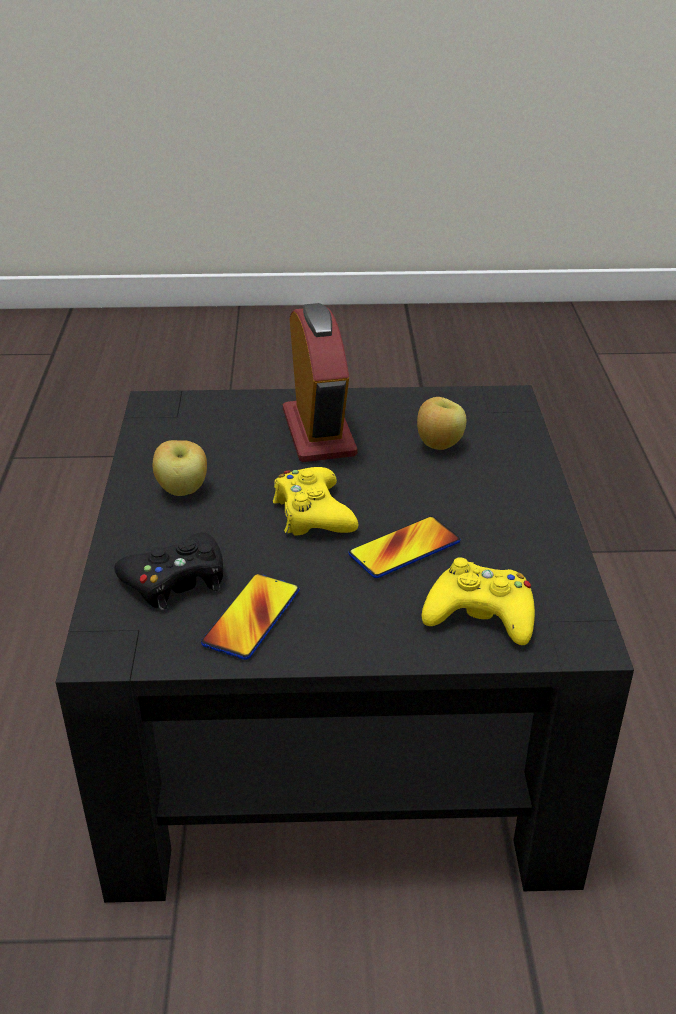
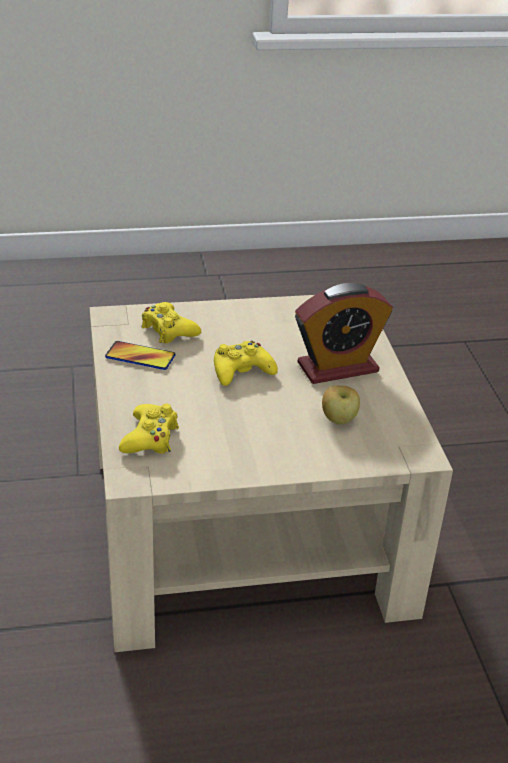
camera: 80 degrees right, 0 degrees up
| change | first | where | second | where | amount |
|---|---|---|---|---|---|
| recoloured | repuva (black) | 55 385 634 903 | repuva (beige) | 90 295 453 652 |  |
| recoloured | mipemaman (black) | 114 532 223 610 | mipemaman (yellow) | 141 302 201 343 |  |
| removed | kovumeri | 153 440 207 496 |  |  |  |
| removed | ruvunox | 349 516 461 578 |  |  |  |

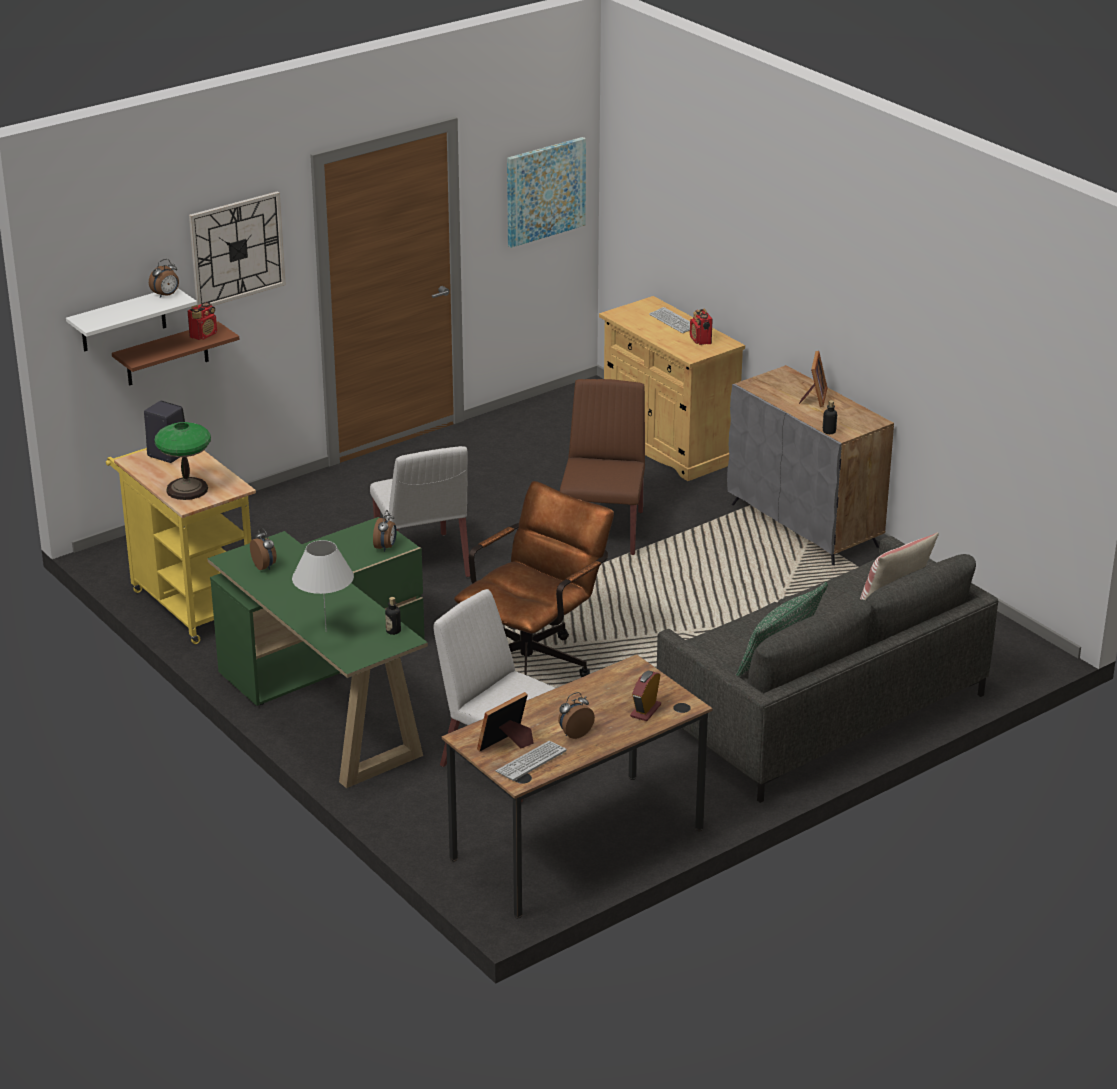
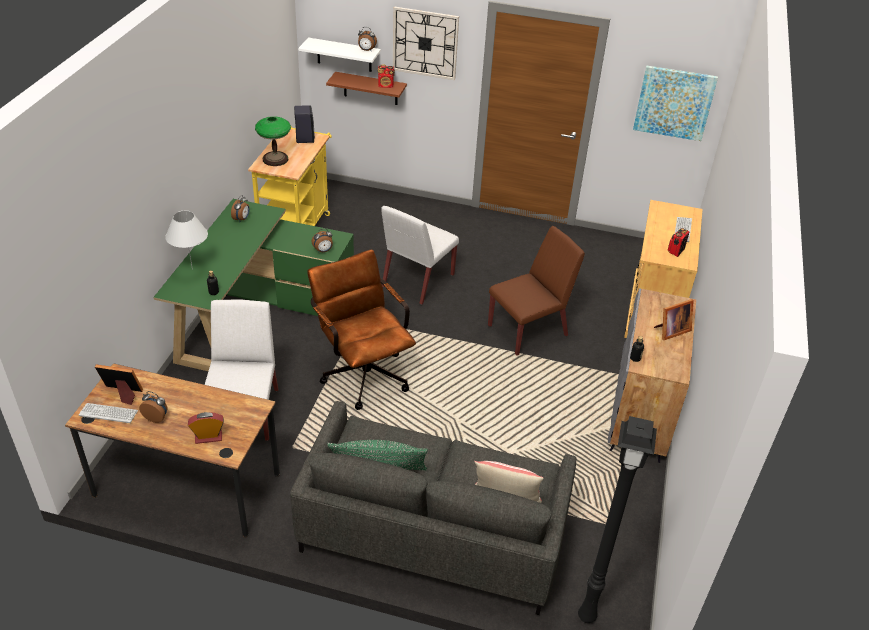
camera: 50 degrees right, 10 degrees up
| change | first | where | second | where | amount |
|---|---|---|---|---|---|
| turned | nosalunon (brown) | 454 481 614 677 |  | 307 250 416 410 | 120 degrees counterclockwise |
| added |  |  | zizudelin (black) | 578 416 657 623 |  |

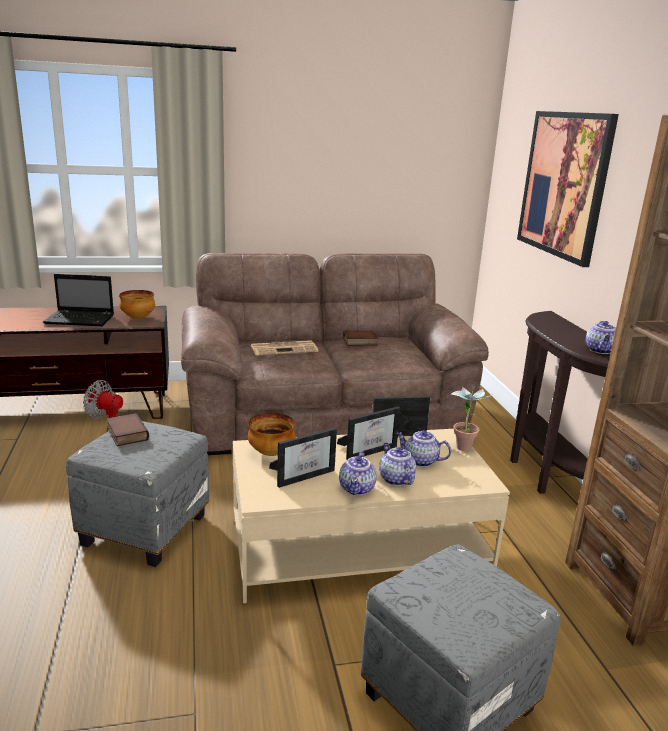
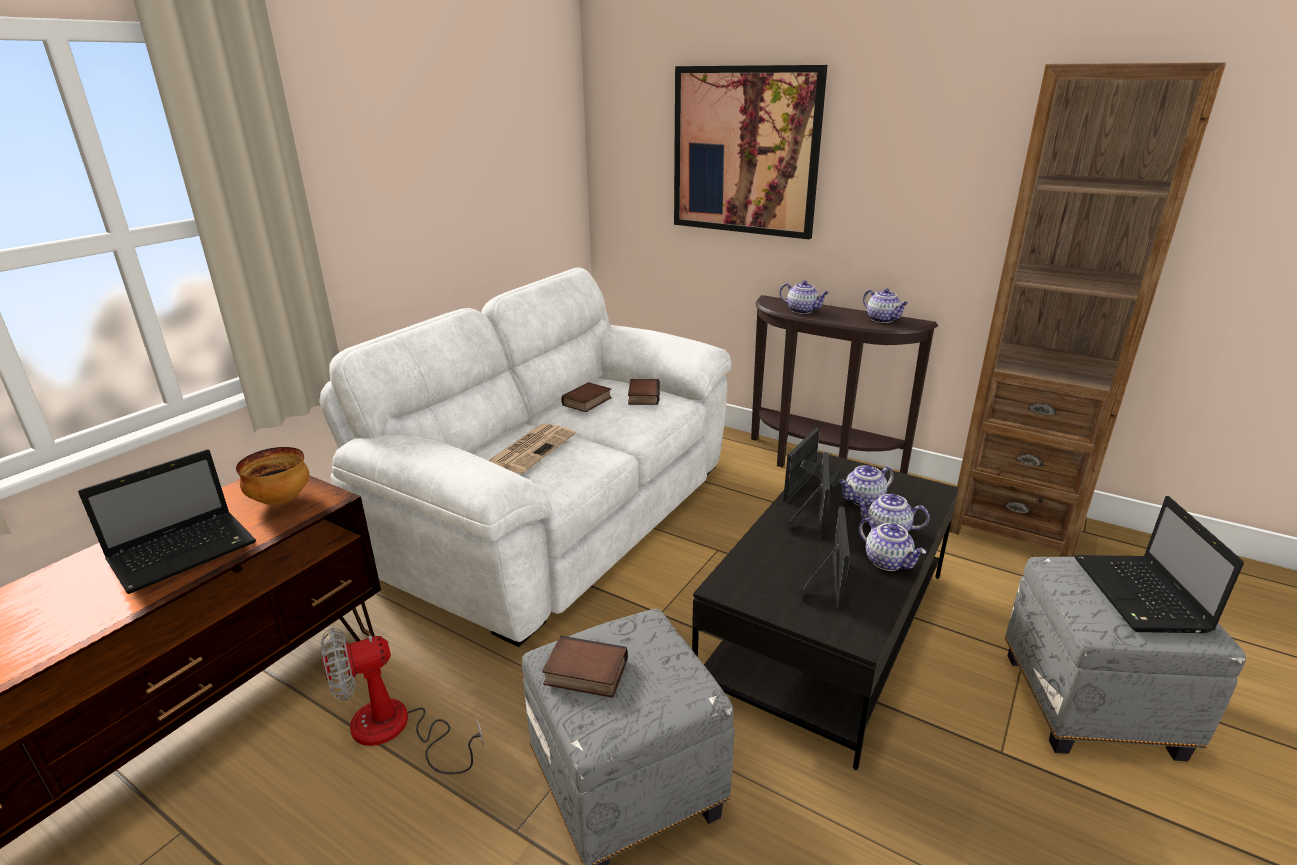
camera: 45 degrees left, 5 degrees up
| change | first | where | second | where | amount |
|---|---|---|---|---|---|
| recoloured | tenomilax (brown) | 181 253 489 455 | tenomilax (white) | 319 268 732 647 |  |
| added |  |  | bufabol | 628 379 660 405 |  |
| recoloured | repuva (beige) | 233 429 510 604 | repuva (black) | 692 452 959 770 |  |
| added |  |  | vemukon | 780 281 829 314 |  |
| added |  |  | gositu | 1074 496 1244 633 |  |
| removed | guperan | 248 413 295 456 |  |  |  |
| removed | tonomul | 450 387 492 451 |  |  |  |

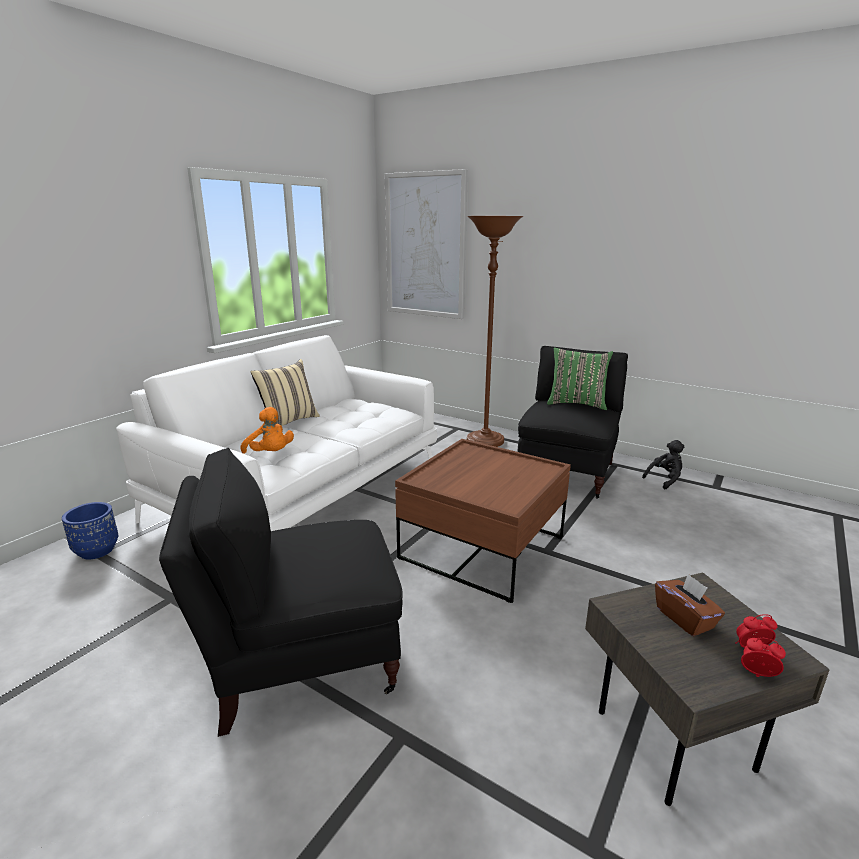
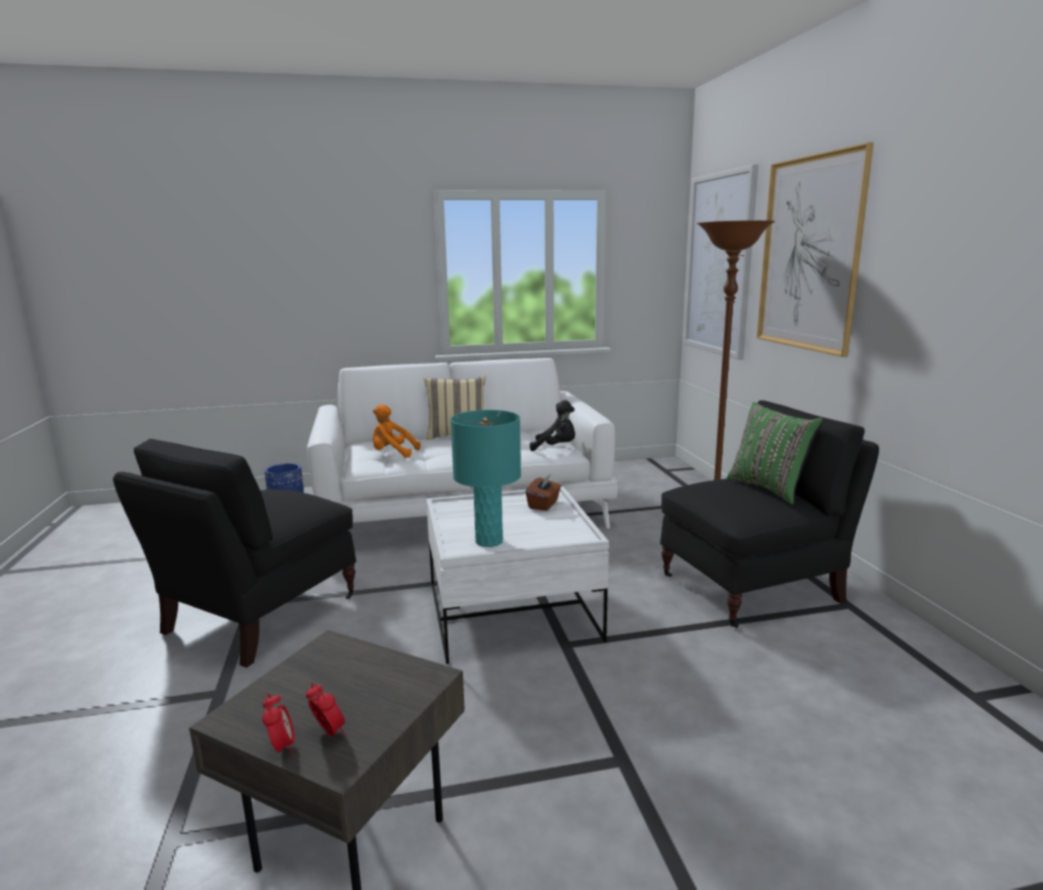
camera: 45 degrees right, 5 degrees down
| change | first | where | second | where | amount |
|---|---|---|---|---|---|
| turned | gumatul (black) | 159 448 403 737 |  | 113 439 356 668 | 90 degrees counterclockwise |
| turned | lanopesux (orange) | 240 407 294 454 |  | 373 404 421 458 | 105 degrees clockwise |
| recoloured | repuva (brown) | 395 439 571 603 | repuva (white) | 426 486 609 664 |  |
| added |  |  | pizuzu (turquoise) | 451 410 521 547 |  |
| moved | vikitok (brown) | 655 574 725 636 |  | 526 474 561 511 |  |
| moved | lanopesux (black) | 642 440 684 489 |  | 530 400 575 451 |  |
| added |  |  | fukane | 757 142 874 357 |  |

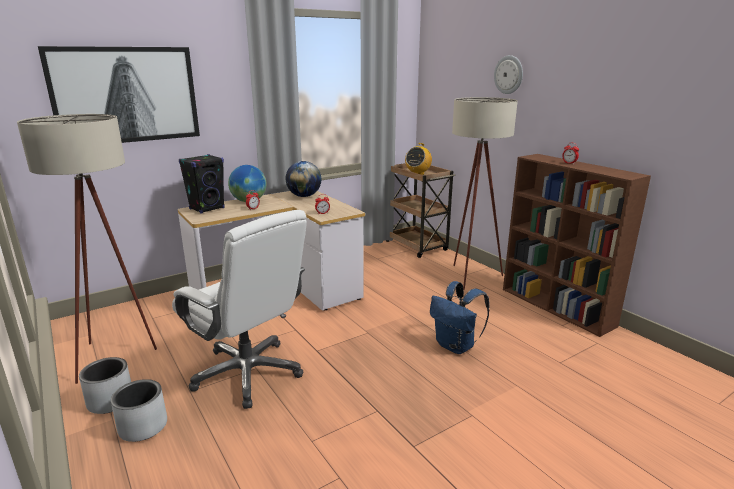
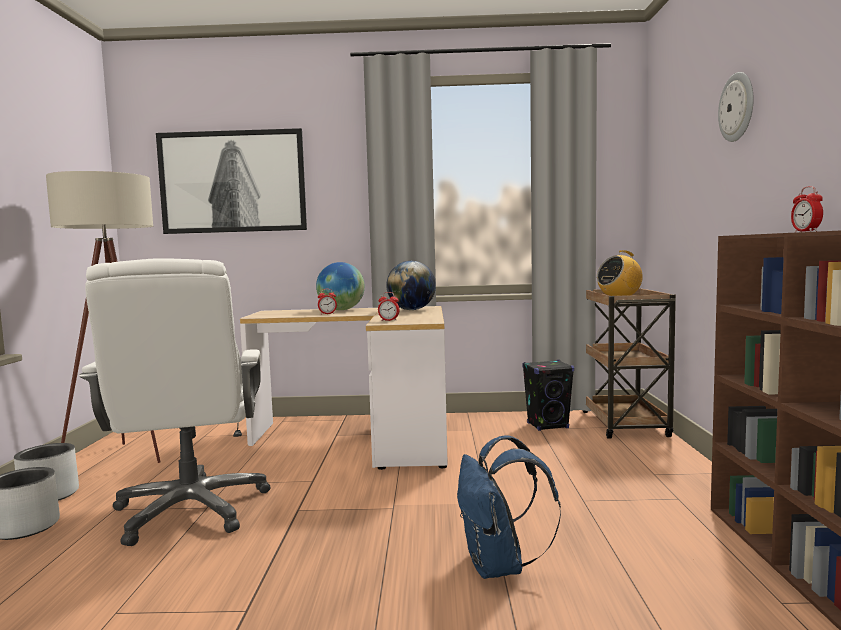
camera: 35 degrees right, 15 degrees down
| change | first | where | second | where | amount |
|---|---|---|---|---|---|
| moved | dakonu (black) | 179 154 225 214 |  | 522 360 574 431 |  |
| removed | zizudelin (beige) | 452 97 518 290 |  |  |  |

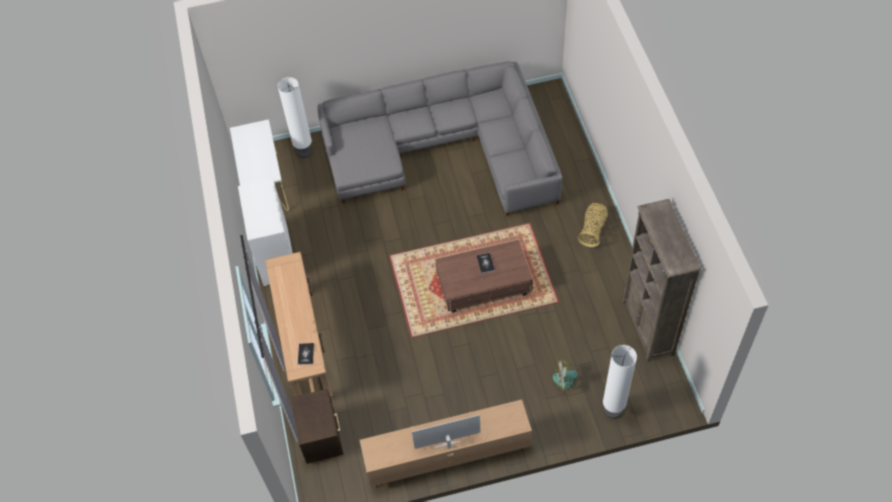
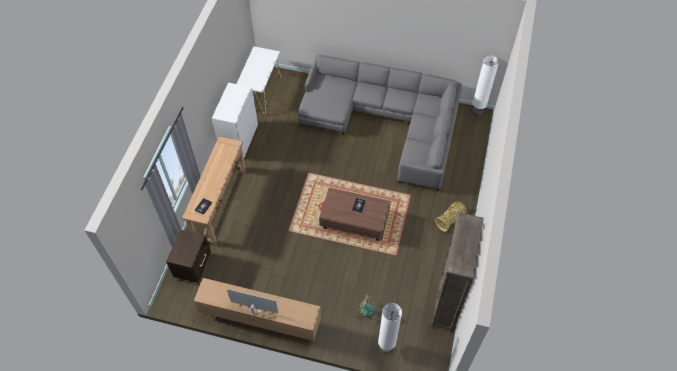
camera: 25 degrees right, 0 degrees up
| change | first | where | second | where | amount |
|---|---|---|---|---|---|
| moved | zizudelin (white) | 278 77 312 158 |  | 472 55 499 116 |  |

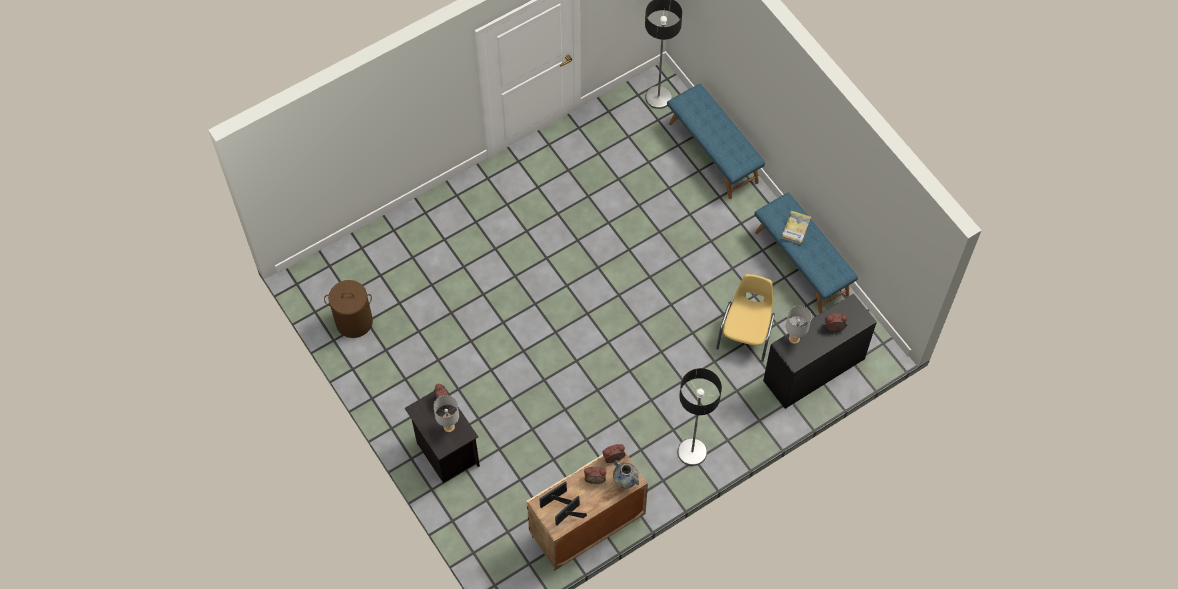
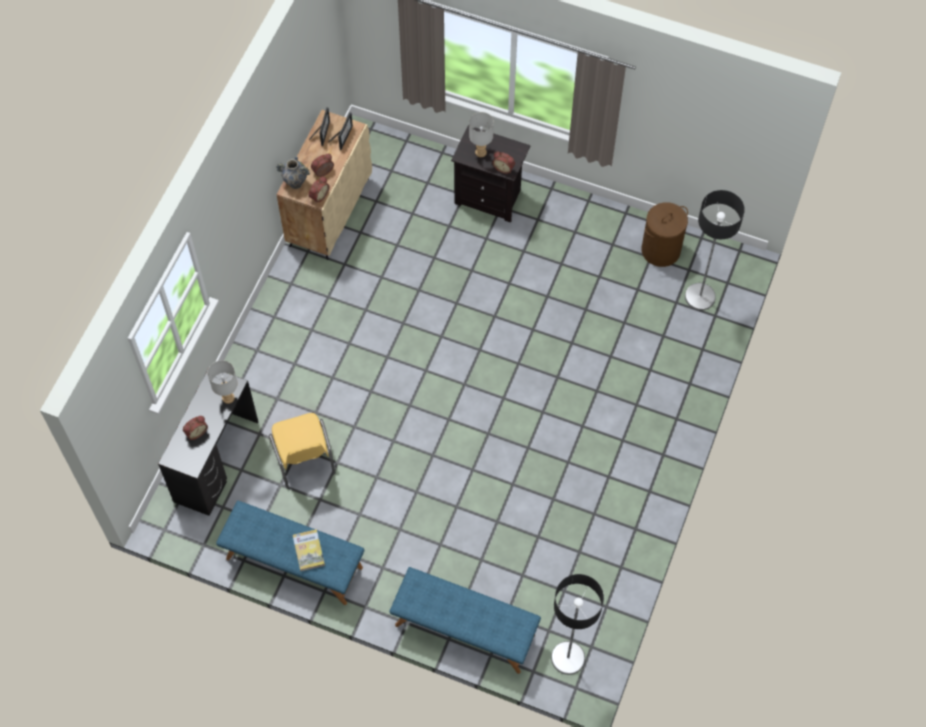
camera: 145 degrees right, 0 degrees up
| change | first | where | second | where | amount |
|---|---|---|---|---|---|
| moved | zizudelin | 678 368 722 466 |  | 685 190 745 310 |  |

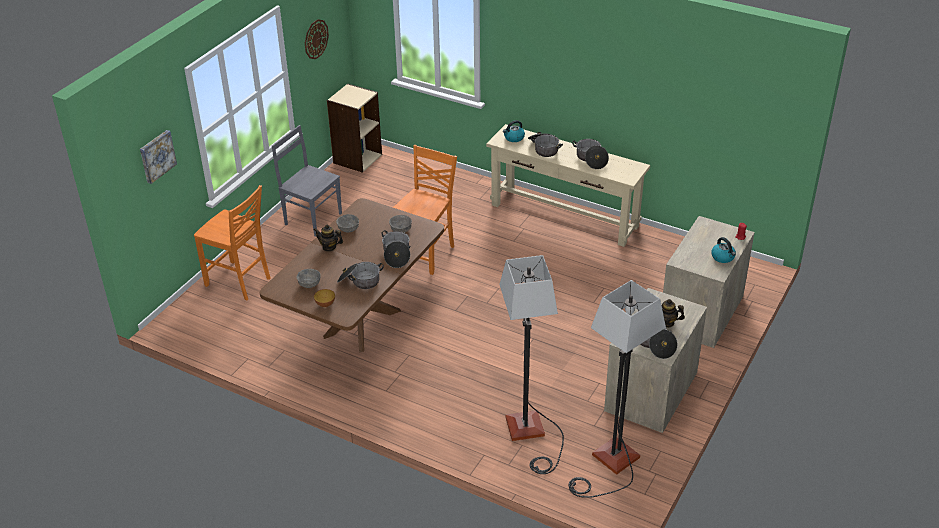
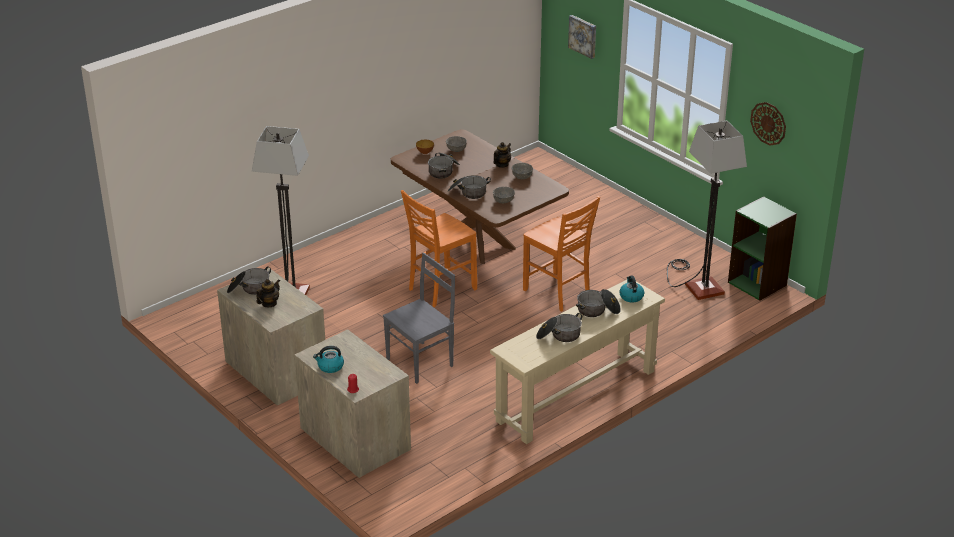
camera: 110 degrees right, 5 degrees down
| change | first | where | second | where | amount |
|---|---|---|---|---|---|
| moved | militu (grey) | 272 125 342 237 |  | 383 252 455 384 |  |
| moved | militu (orange) | 194 185 270 301 |  | 401 190 477 307 |  |
| moved | zizudelin | 569 280 666 498 |  | 667 121 747 300 |  |
| recoloured | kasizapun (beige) | 327 84 382 173 | kasizapun (green) | 728 196 797 301 |  |

